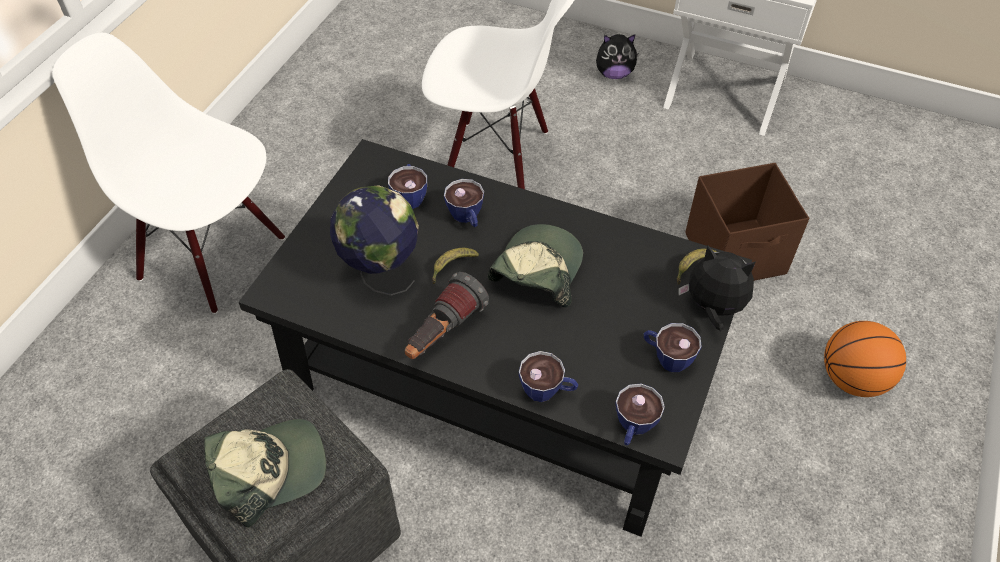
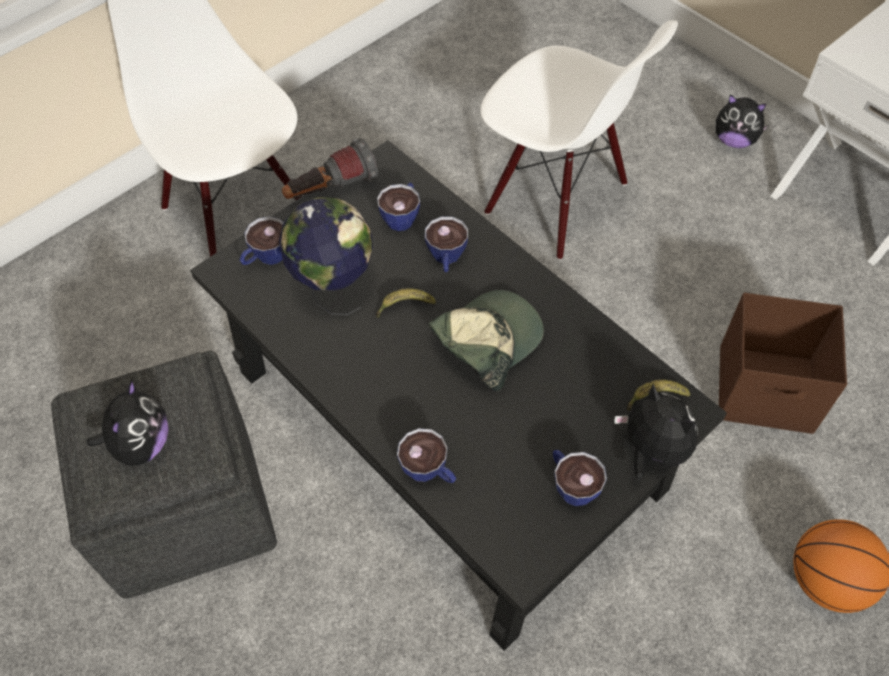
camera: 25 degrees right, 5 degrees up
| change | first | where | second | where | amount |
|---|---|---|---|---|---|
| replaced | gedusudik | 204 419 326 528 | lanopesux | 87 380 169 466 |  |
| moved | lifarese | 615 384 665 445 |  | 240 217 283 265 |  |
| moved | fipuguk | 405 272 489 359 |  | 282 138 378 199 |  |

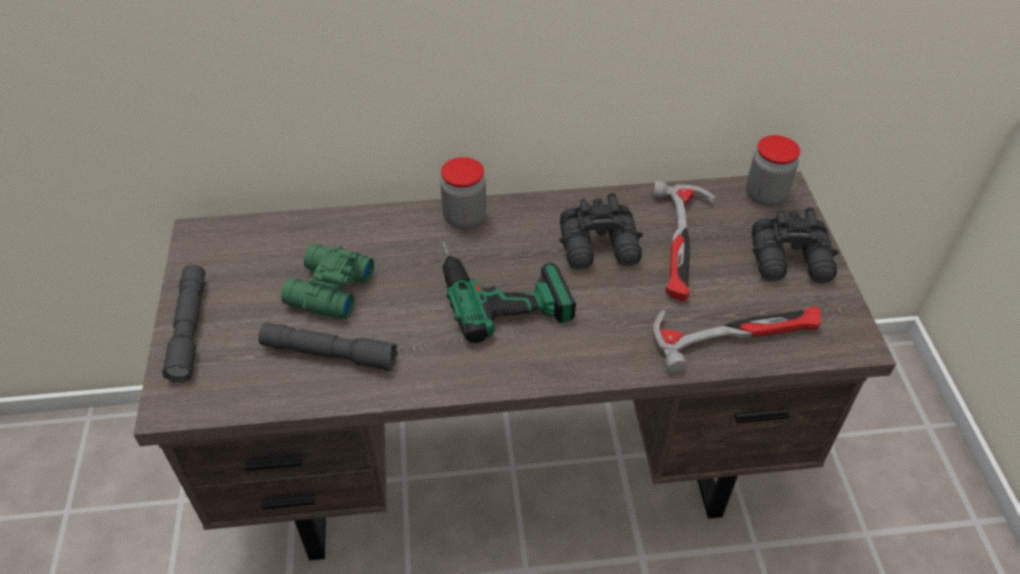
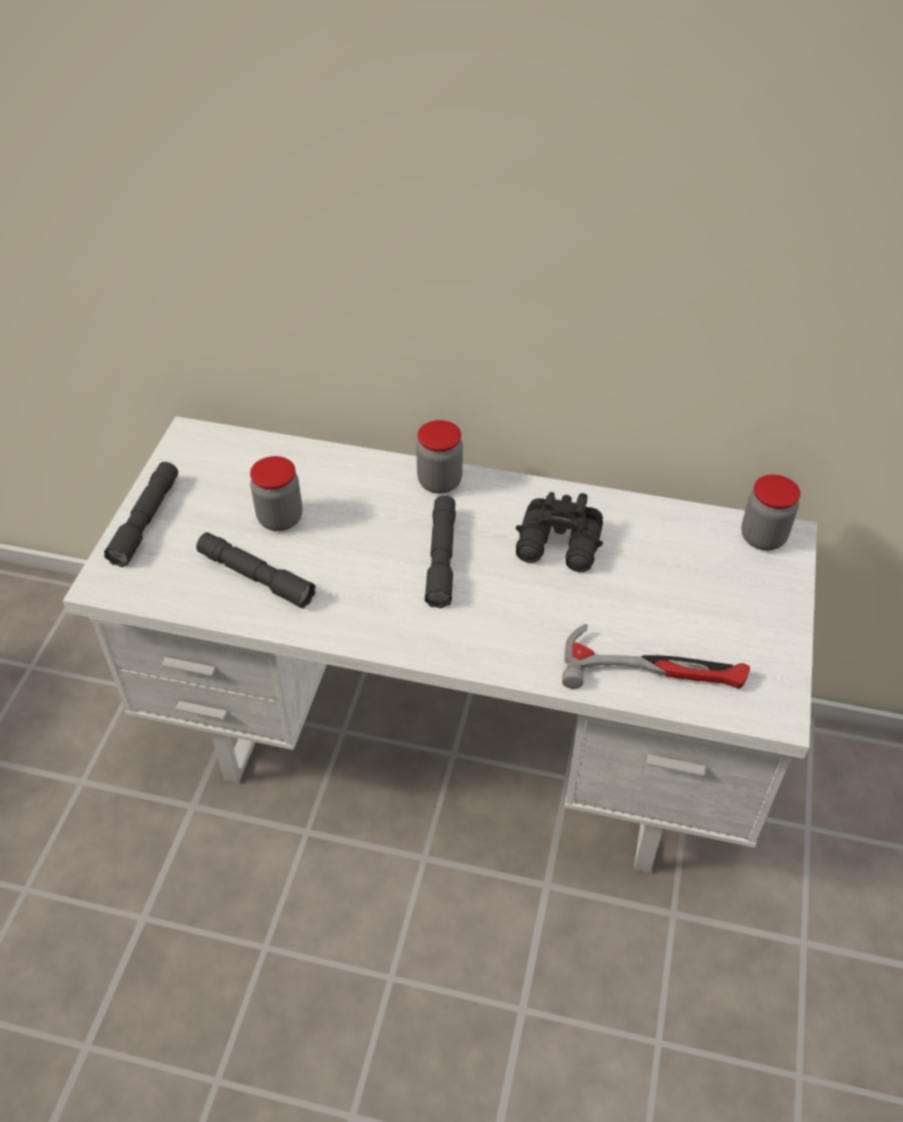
camera: 20 degrees right, 0 degrees up
| change | first | where | second | where | amount |
|---|---|---|---|---|---|
| recoloured | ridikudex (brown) | 133 172 896 561 | ridikudex (white) | 63 416 817 873 |  |
| replaced | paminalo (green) | 281 244 374 319 | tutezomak | 250 456 302 531 |  |
| replaced | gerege | 443 241 576 343 | fipuguk (grey) | 425 495 456 608 |  |
| removed | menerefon | 653 181 715 302 |  |  |  |
| removed | paminalo (black) | 752 207 839 283 |  |  |  |

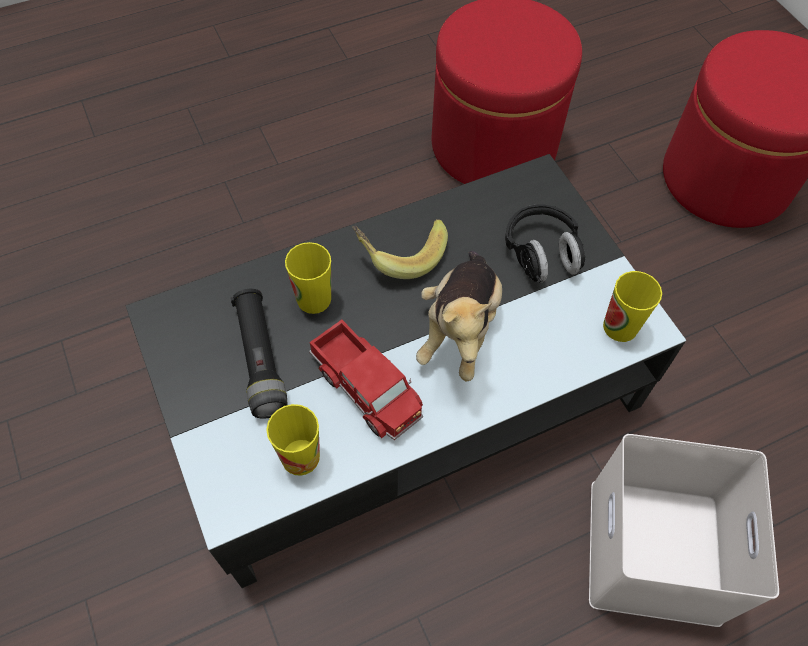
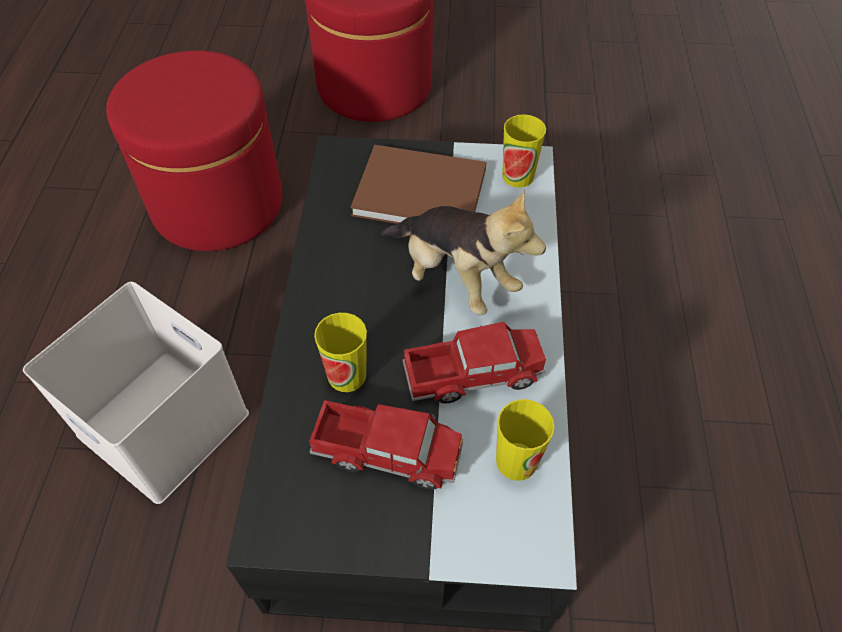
camera: 60 degrees left, 5 degrees down
| change | first | where | second | where | amount |
|---|---|---|---|---|---|
| moved | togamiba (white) | 589 434 779 627 |  | 23 282 249 504 |  |
| replaced | fipuguk (black) | 230 289 288 418 | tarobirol | 309 400 463 490 |  |
| replaced | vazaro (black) | 505 204 585 283 | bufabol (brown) | 350 145 486 224 |  |
| removed | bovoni | 352 219 448 279 |  |  |  |

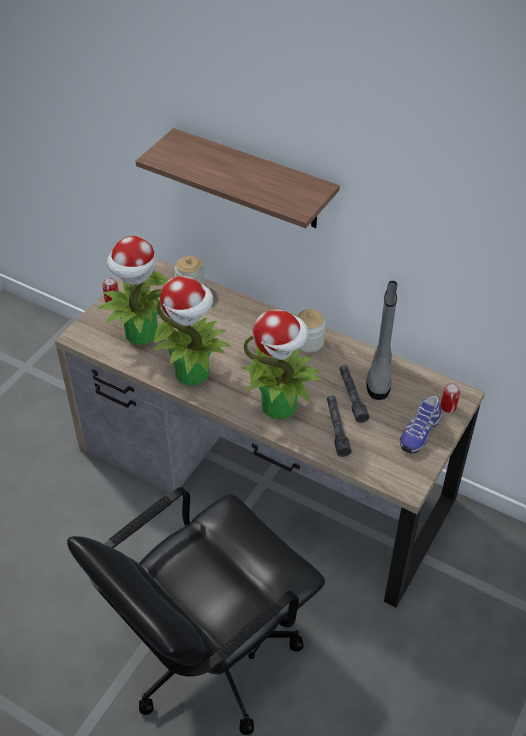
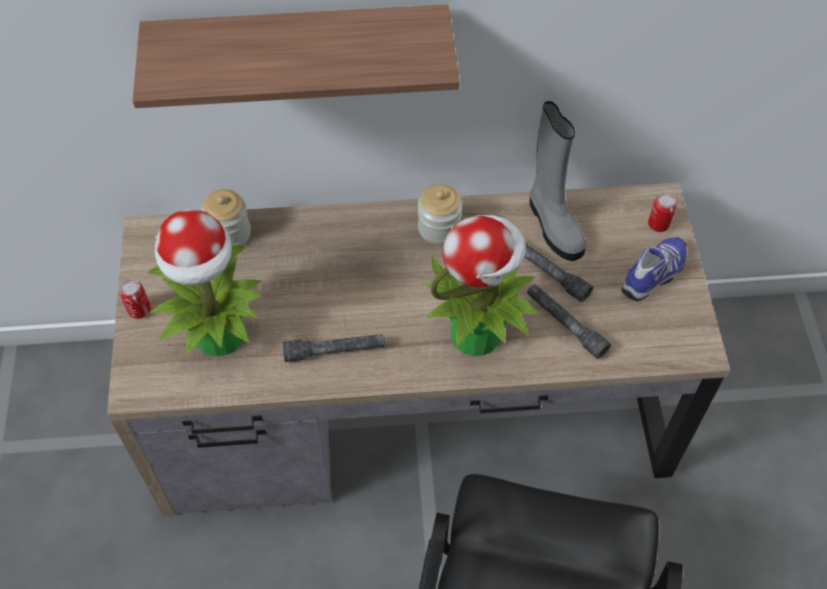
camera: 35 degrees left, 10 degrees up
| change | first | where | second | where | amount |
|---|---|---|---|---|---|
| replaced | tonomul | 153 276 232 385 | fipuguk (grey) | 283 334 386 362 |  |
| turned | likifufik | 400 396 441 454 |  | 622 237 687 301 | 135 degrees counterclockwise |

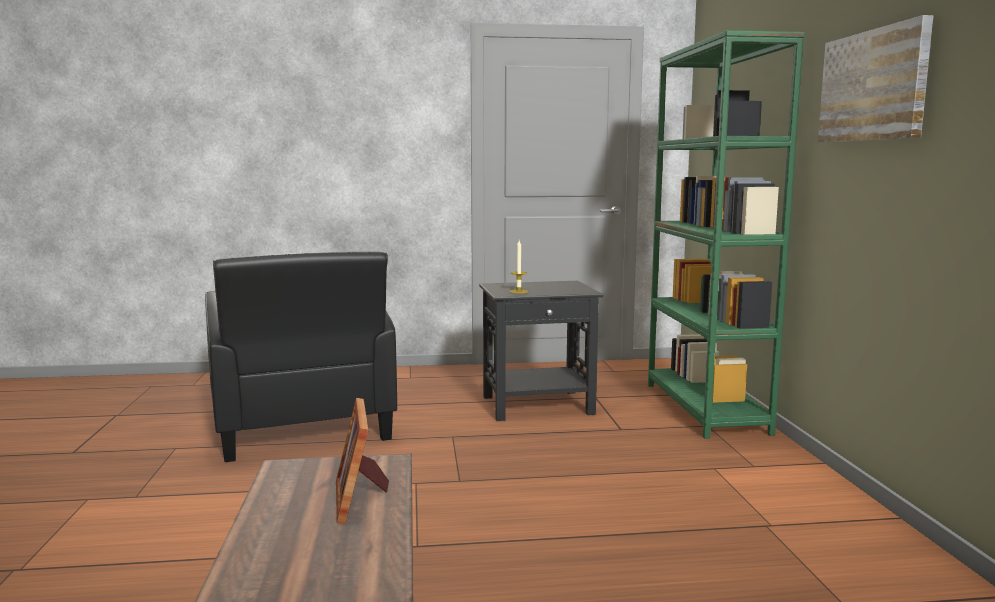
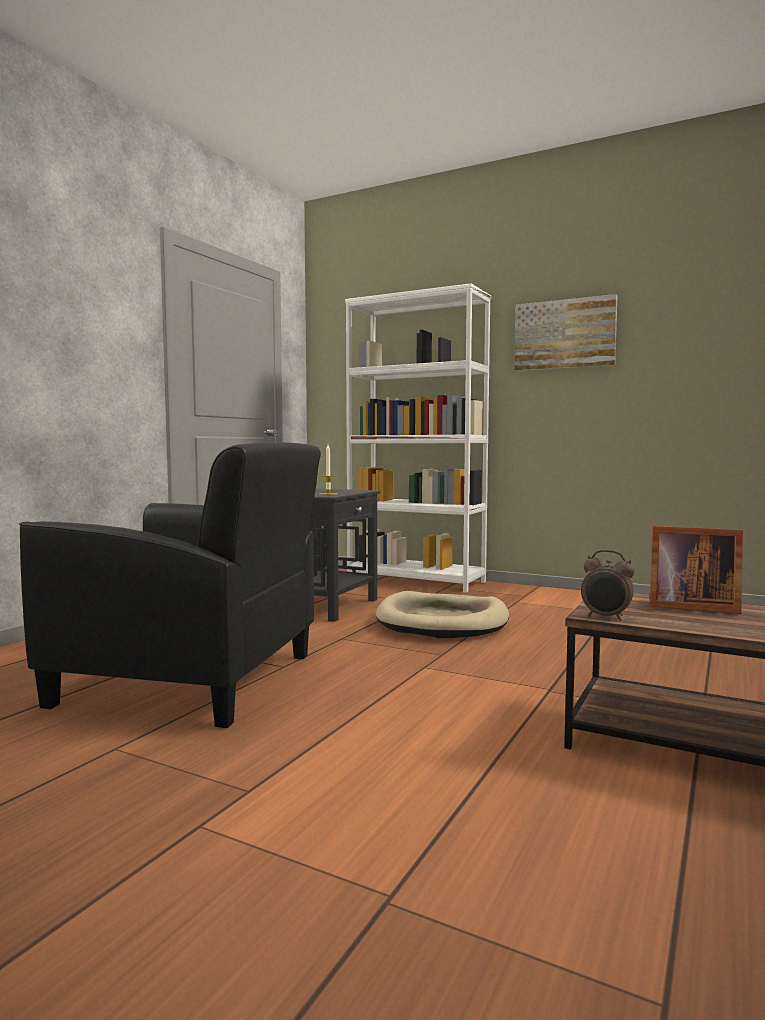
camera: 55 degrees left, 5 degrees down
| change | first | where | second | where | amount |
|---|---|---|---|---|---|
| recoloured | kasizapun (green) | 648 30 805 439 | kasizapun (white) | 345 283 491 593 |  |
| added |  |  | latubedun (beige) | 376 591 509 638 |  |
| added |  |  | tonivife | 581 550 635 621 |  |

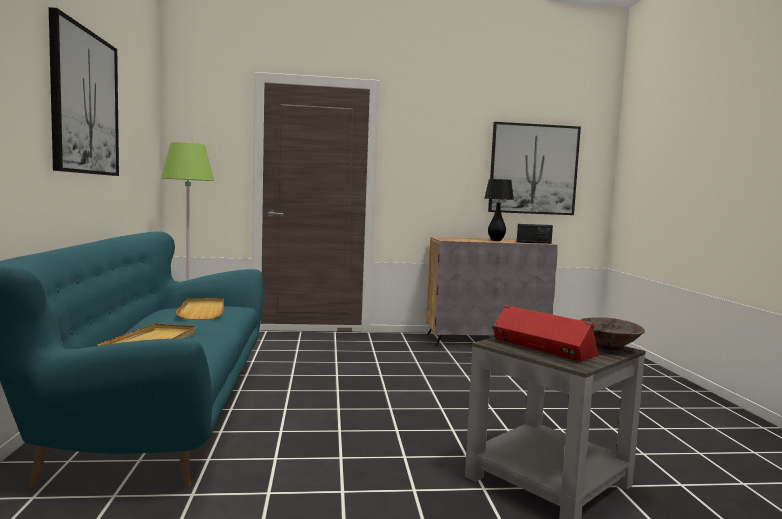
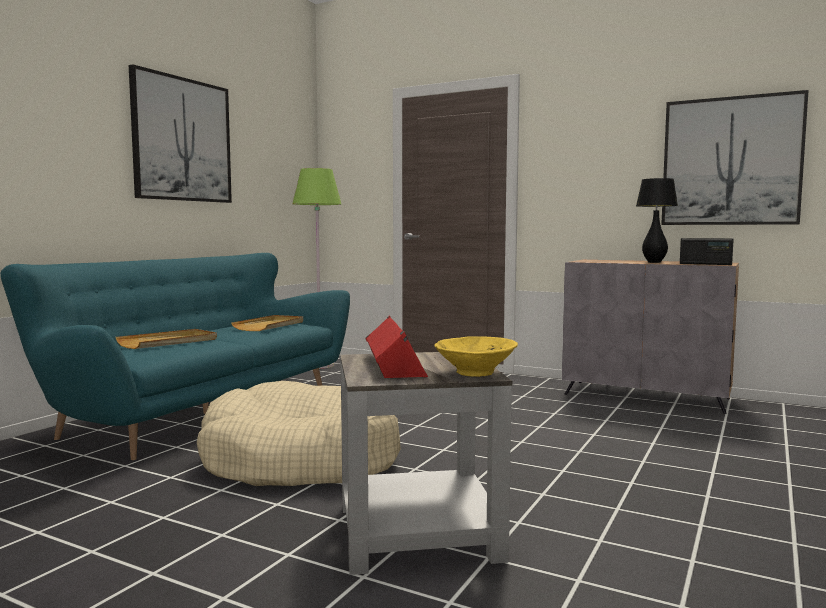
camera: 35 degrees right, 0 degrees up
| change | first | where | second | where | amount |
|---|---|---|---|---|---|
| added |  |  | latubedun (beige) | 197 381 401 486 |  |
| recoloured | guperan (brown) | 580 317 645 351 | guperan (yellow) | 435 336 518 377 |  |

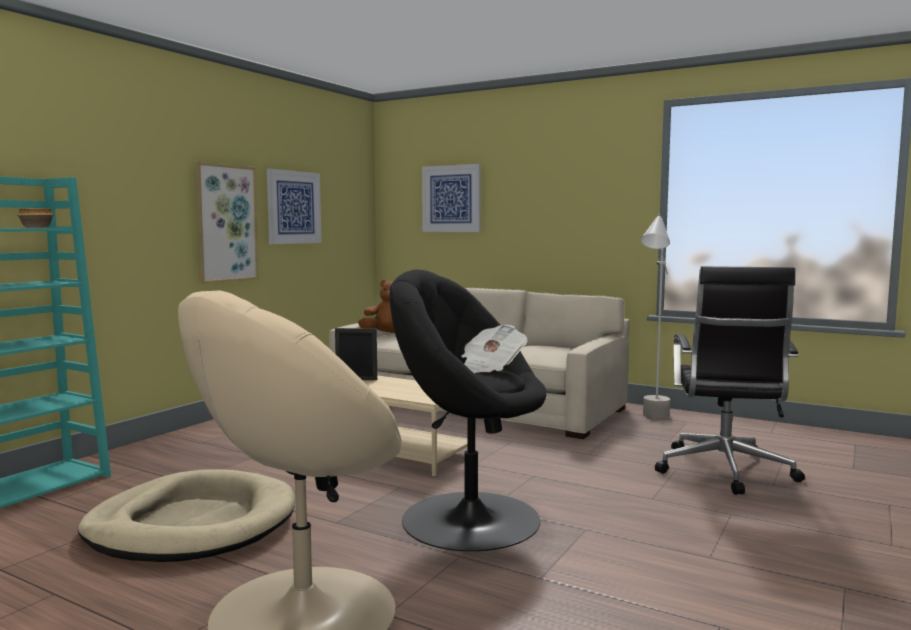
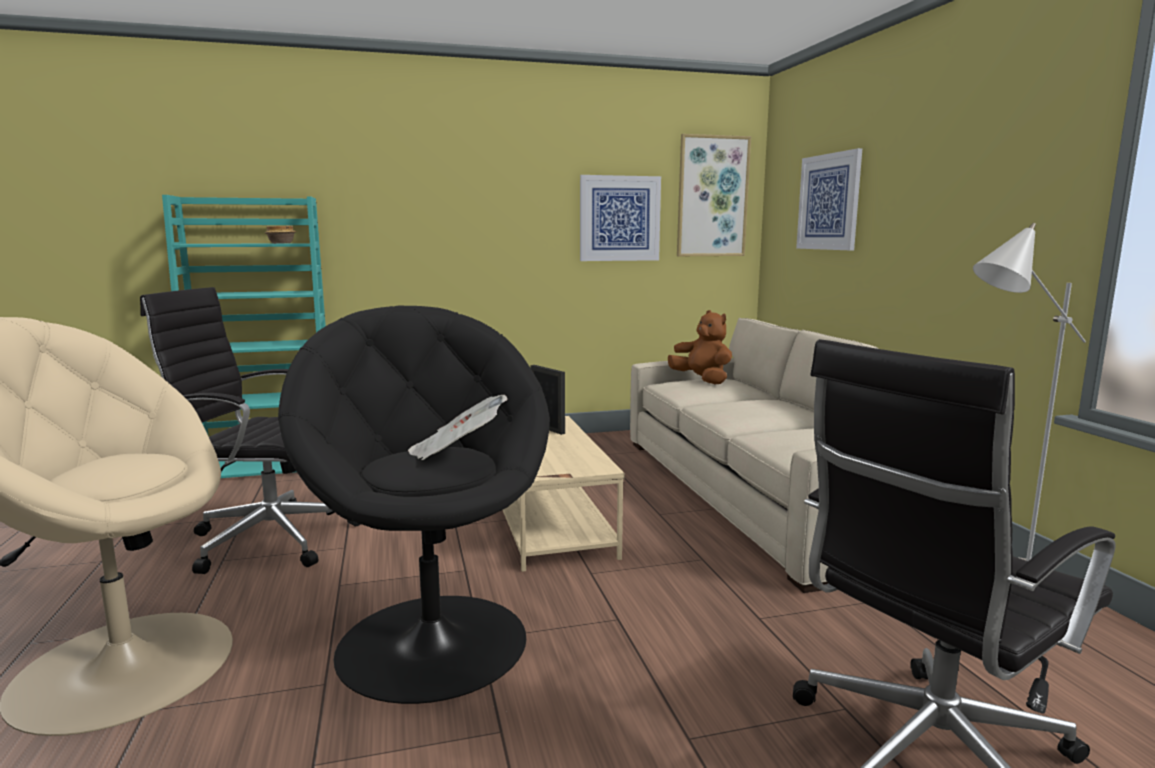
camera: 45 degrees right, 5 degrees up
| change | first | where | second | where | amount |
|---|---|---|---|---|---|
| replaced | latubedun (beige) | 78 469 295 562 | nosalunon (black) | 140 287 360 574 |  |
| moved | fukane | 195 162 258 284 |  | 677 134 751 256 |  |

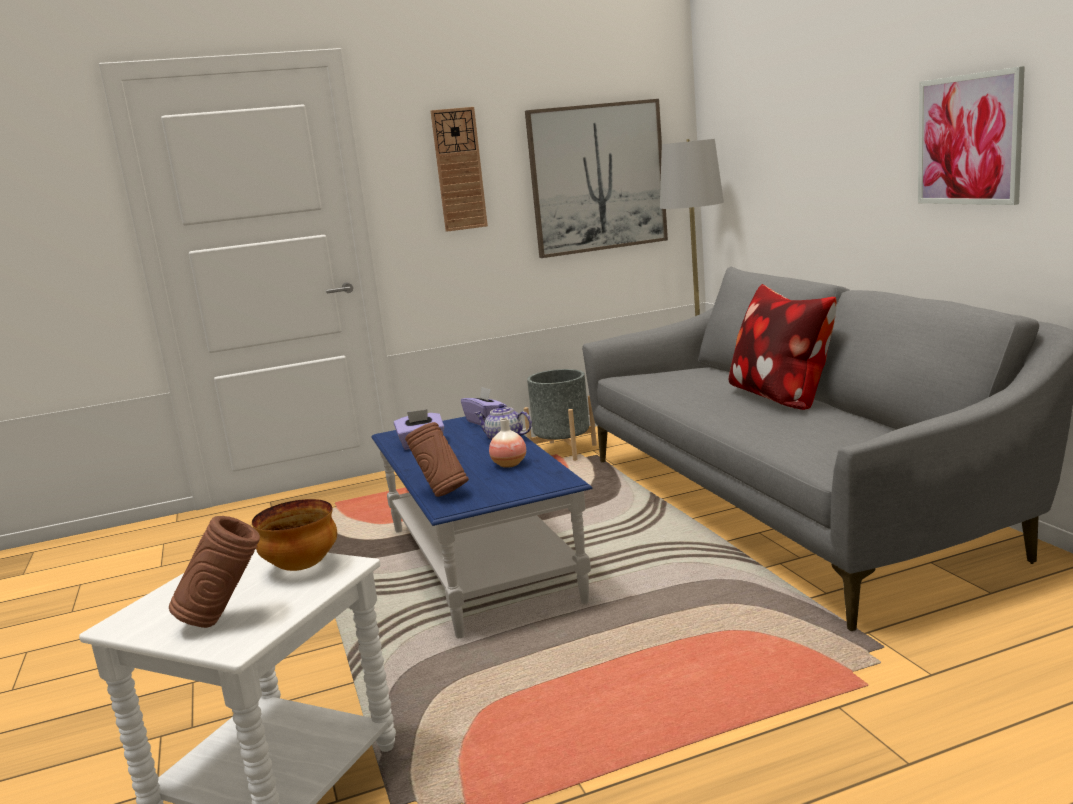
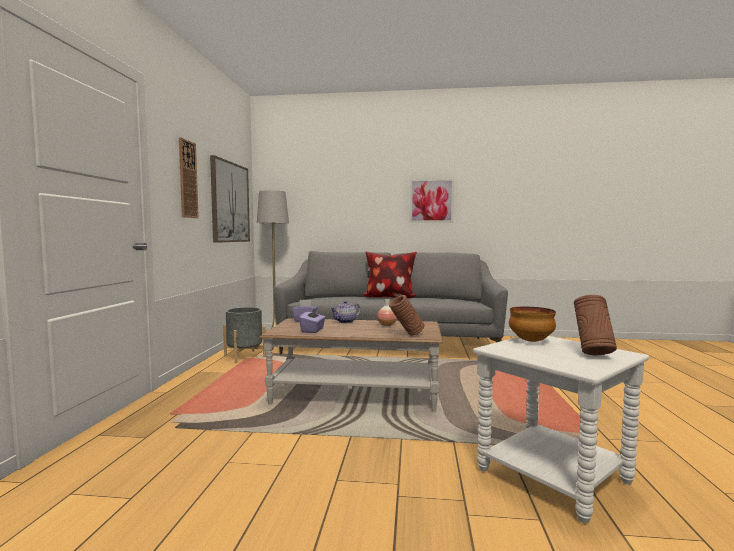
camera: 65 degrees left, 10 degrees down
| change | first | where | second | where | amount |
|---|---|---|---|---|---|
| recoloured | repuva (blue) | 371 416 593 638 | repuva (brown) | 259 318 443 412 |  |

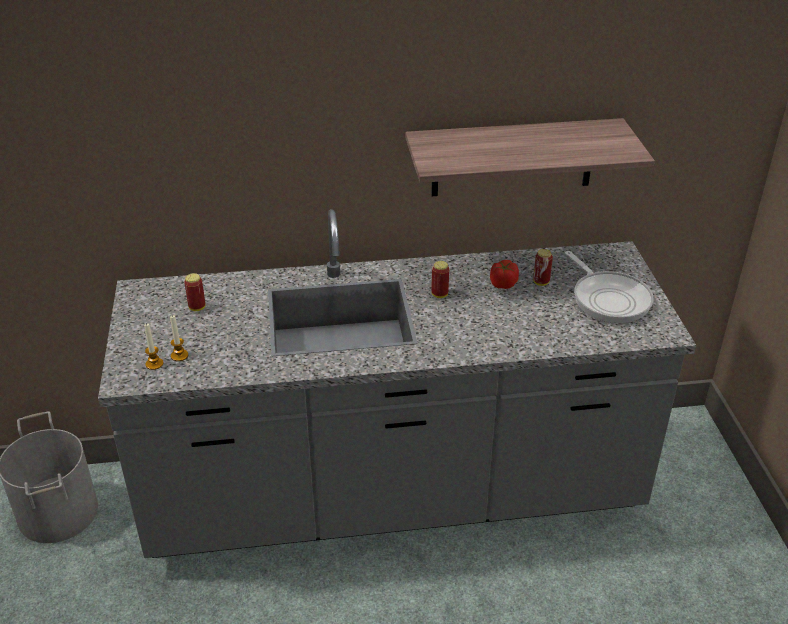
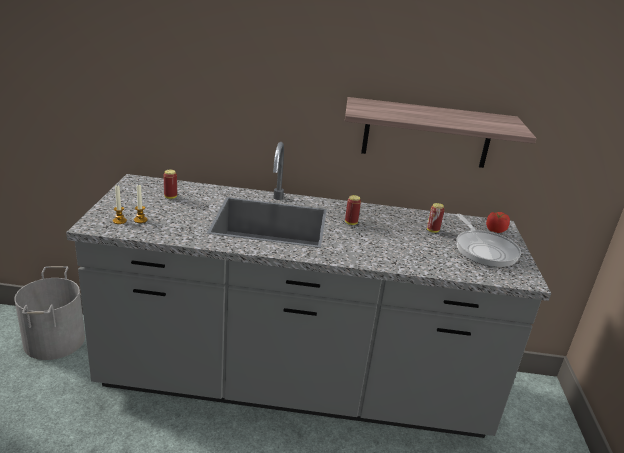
camera: 10 degrees right, 10 degrees down
| change | first | where | second | where | amount |
|---|---|---|---|---|---|
| moved | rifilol | 490 260 519 289 |  | 486 212 510 233 |  |

